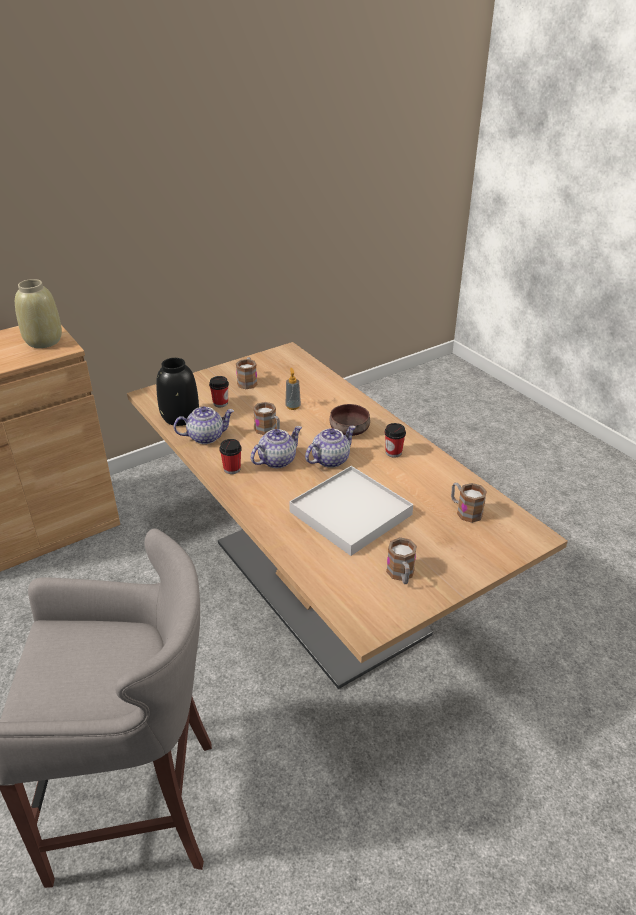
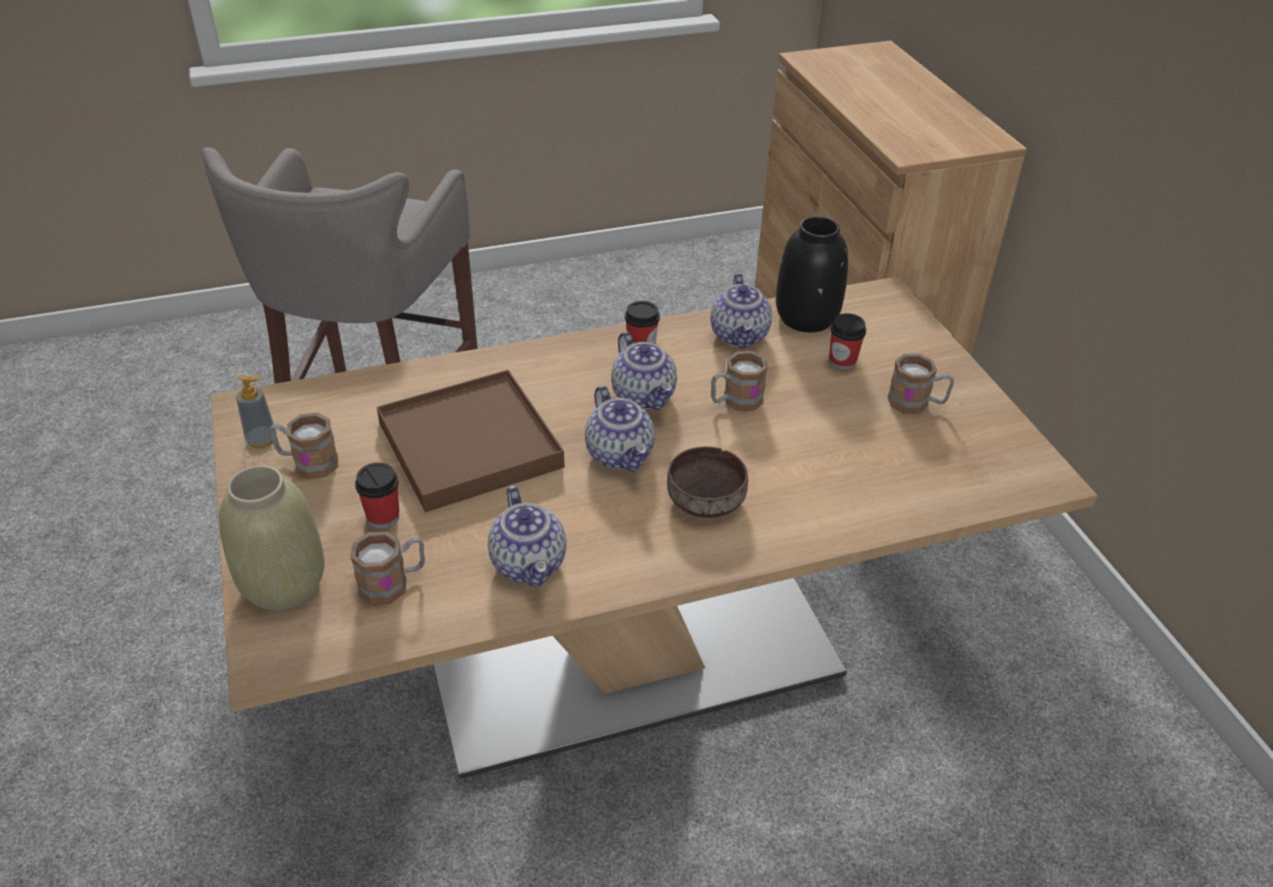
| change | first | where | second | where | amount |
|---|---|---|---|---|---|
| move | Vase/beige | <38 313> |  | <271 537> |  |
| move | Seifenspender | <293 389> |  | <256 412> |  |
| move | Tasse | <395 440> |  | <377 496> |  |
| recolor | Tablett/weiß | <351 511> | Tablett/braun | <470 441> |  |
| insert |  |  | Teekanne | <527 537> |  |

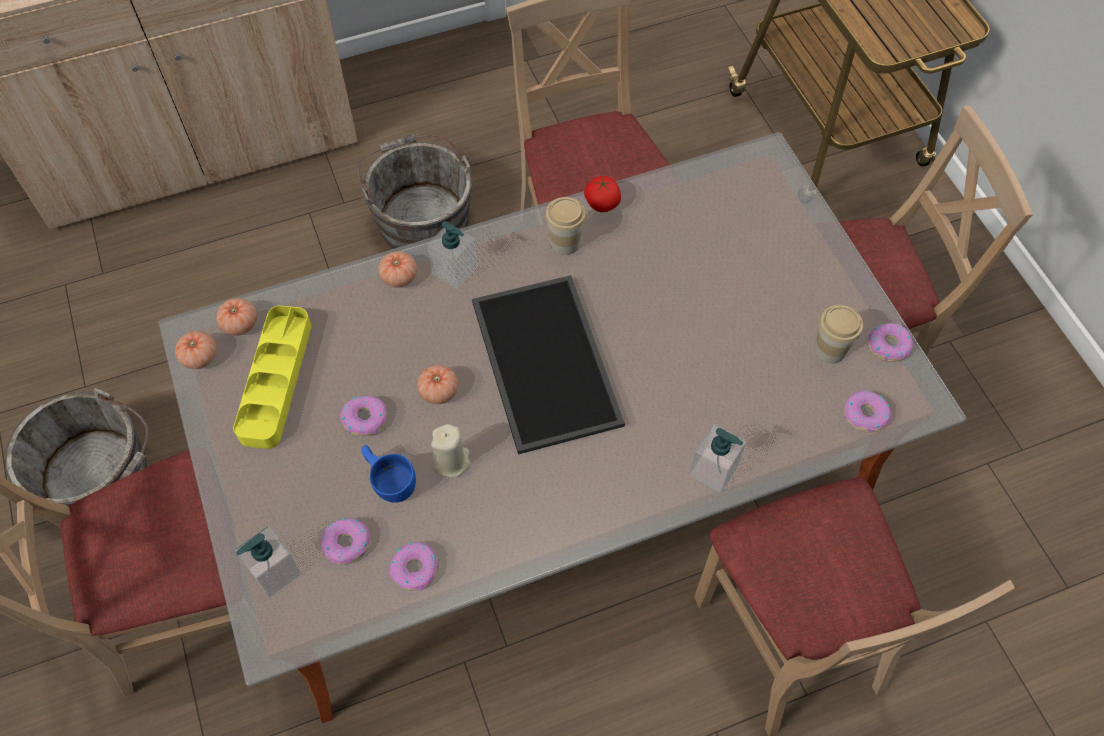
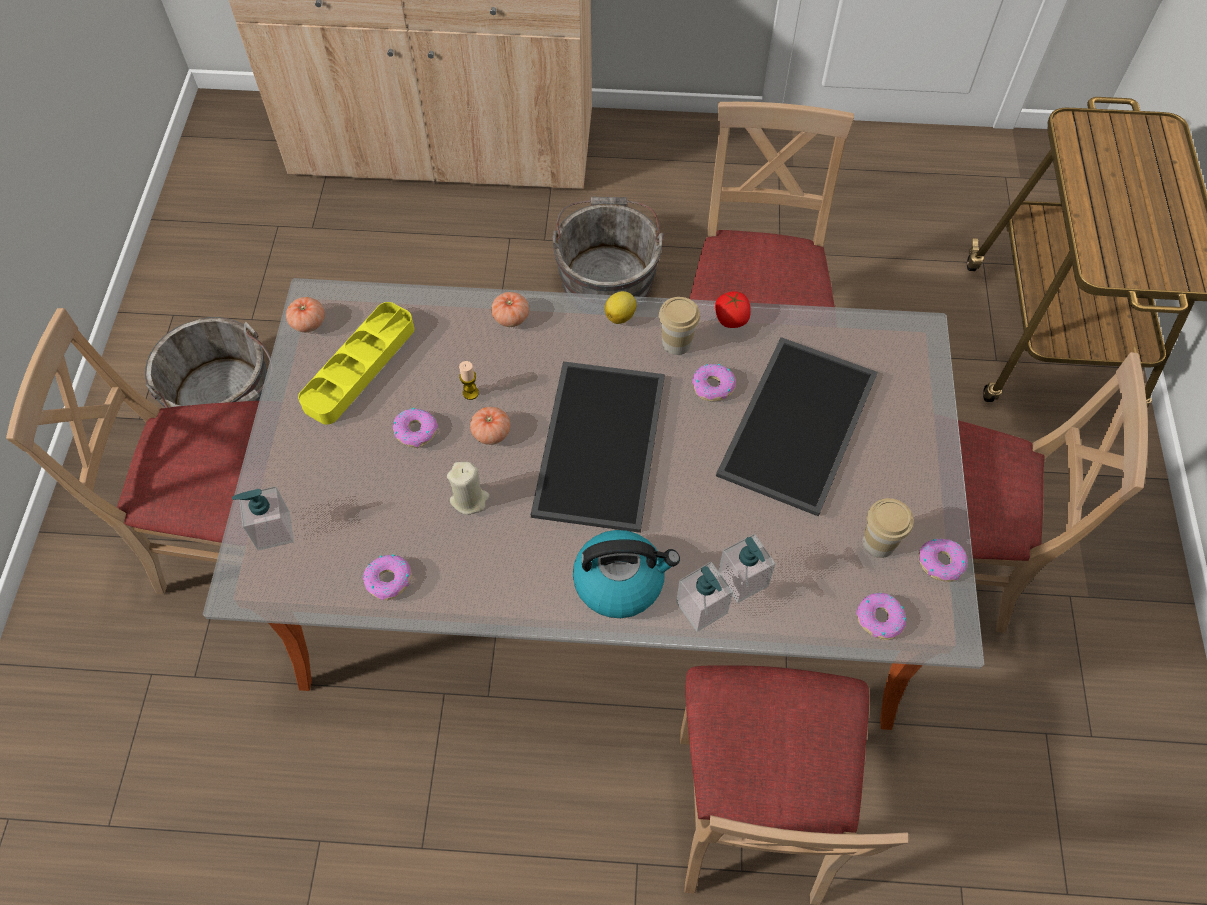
| change | first | where | second | where | amount |
|---|---|---|---|---|---|
| insert |  |  | Kerze | <469 380> |  |
| insert |  |  | Wasserkessel | <626 574> |  |
| insert |  |  | Zitrone | <621 307> |  |
| move | Donut | <346 541> |  | <714 382> |  |
| insert |  |  | Tablett | <797 427> |  |
| move | Seifenspender | <452 255> |  | <746 568> |  |
| delete | Tomate | <236 316> |  |  |  |
| delete | Tasse/blau | <388 474> |  |  |  |

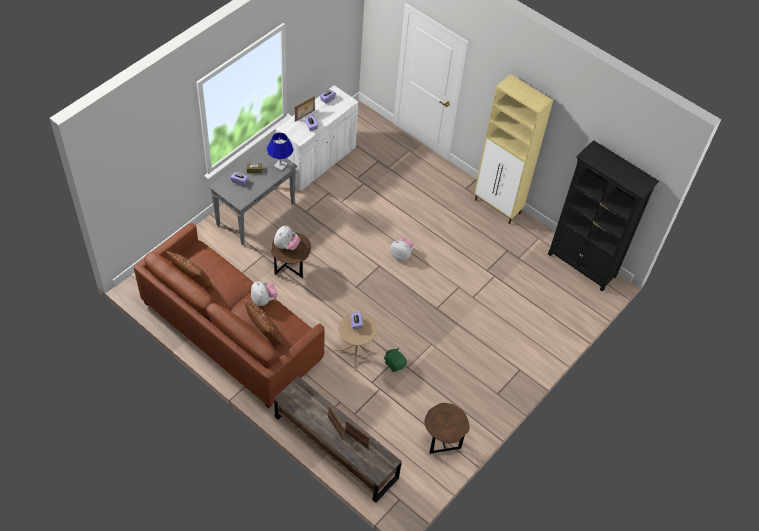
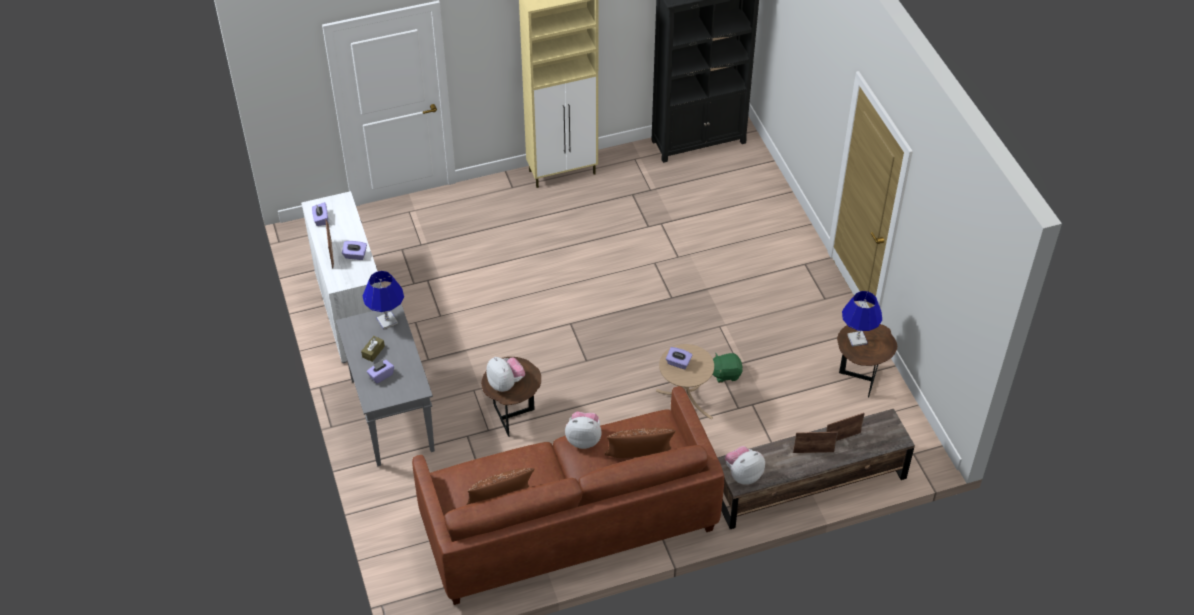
| change | first | where | second | where | amount |
|---|---|---|---|---|---|
| move | Plüschtier | <402 249> |  | <745 465> |  |
| insert |  |  | Tischlampe/blau | <862 319> |  |

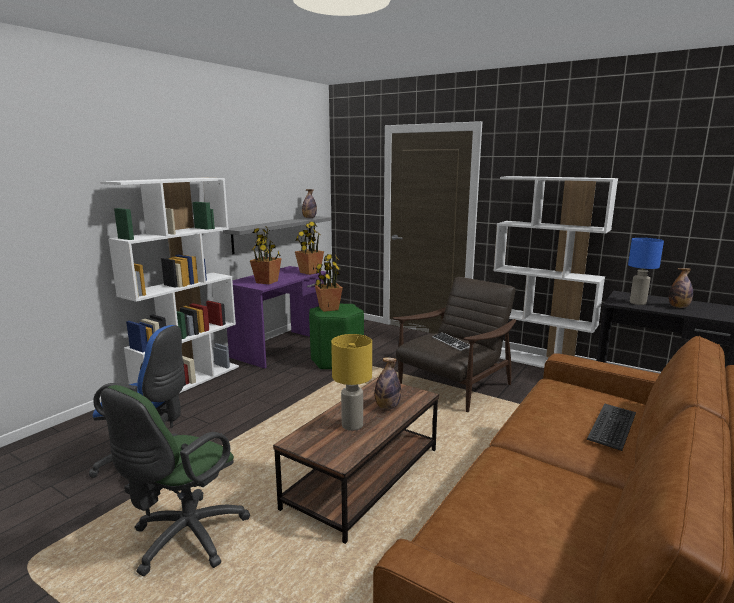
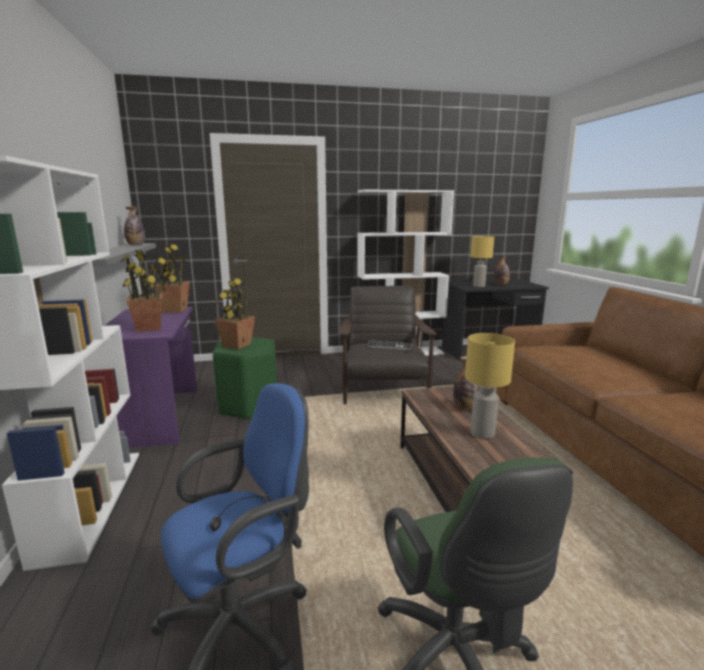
| change | first | where | second | where | amount |
|---|---|---|---|---|---|
| recolor | Tischlampe/blau | <646 271> | Tischlampe/gelb | <482 261> |  |
| delete | Tastatur | <611 427> |  |  |  |

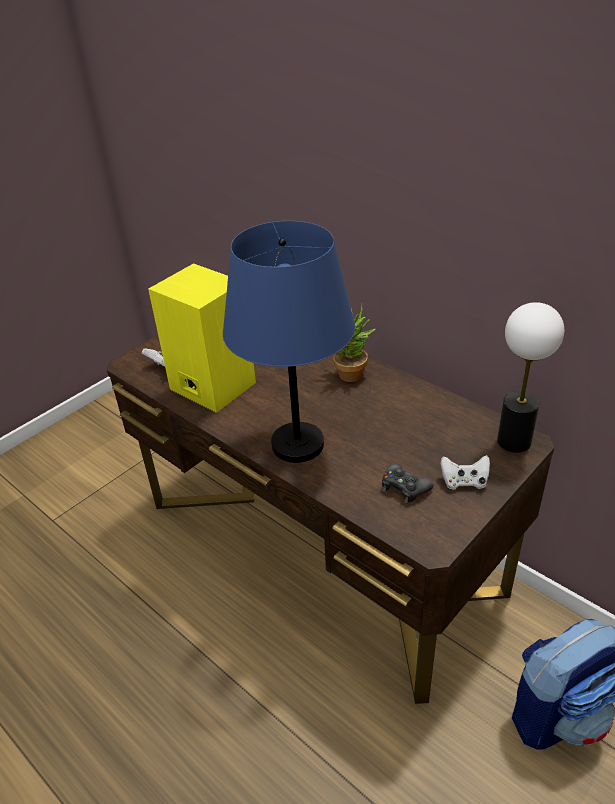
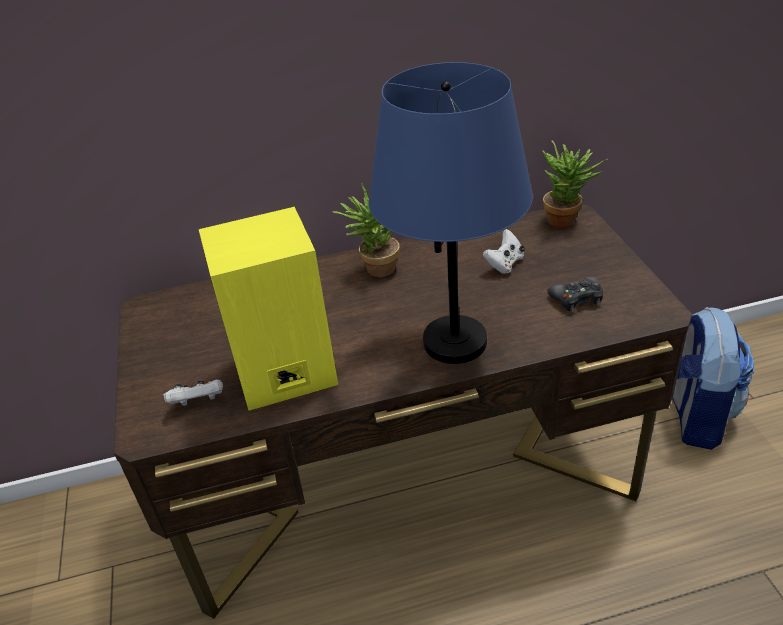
| change | first | where | second | where | amount |
|---|---|---|---|---|---|
| move | Gamepad/weiß | <465 472> |  | <504 251> |  |
| replace | Tischlampe | <530 377> | Topfpflanze | <575 184> |  |

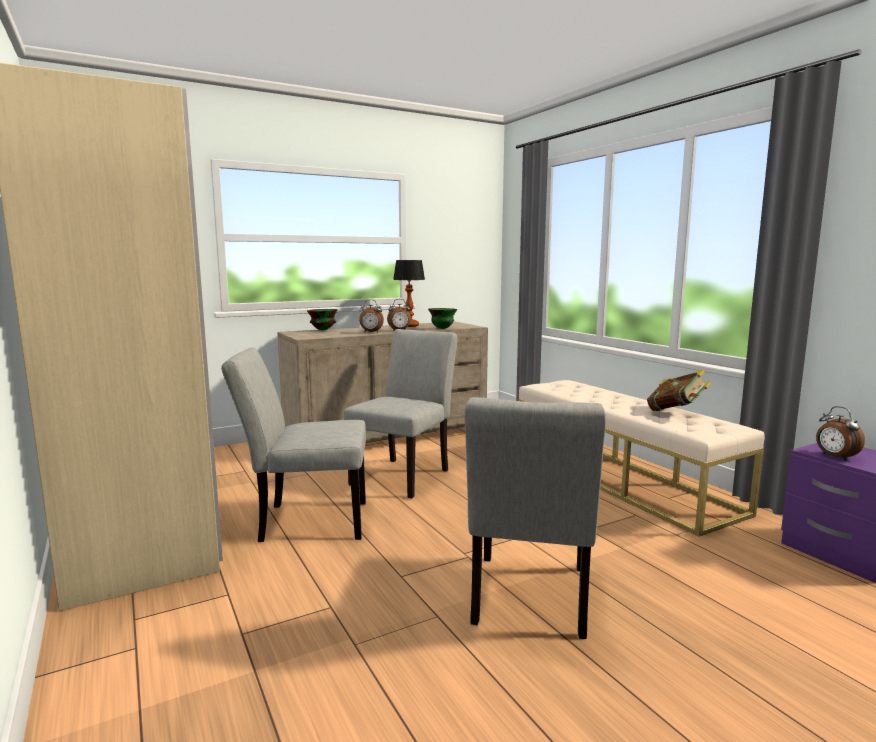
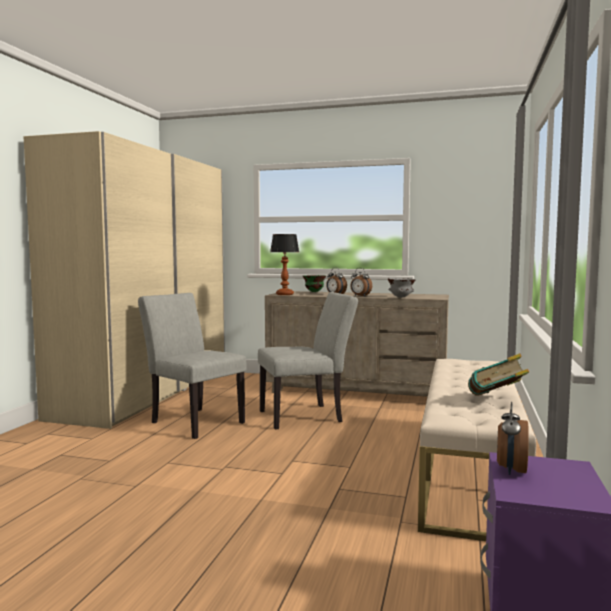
| change | first | where | second | where | amount |
|---|---|---|---|---|---|
| move | Tischlampe | <409 293> |  | <284 264> |  |
| recolor | Schüssel/grün | <442 318> | Schüssel/grau | <401 288> |  |
| delete | Stuhl/grau | <535 518> |  |  |  |

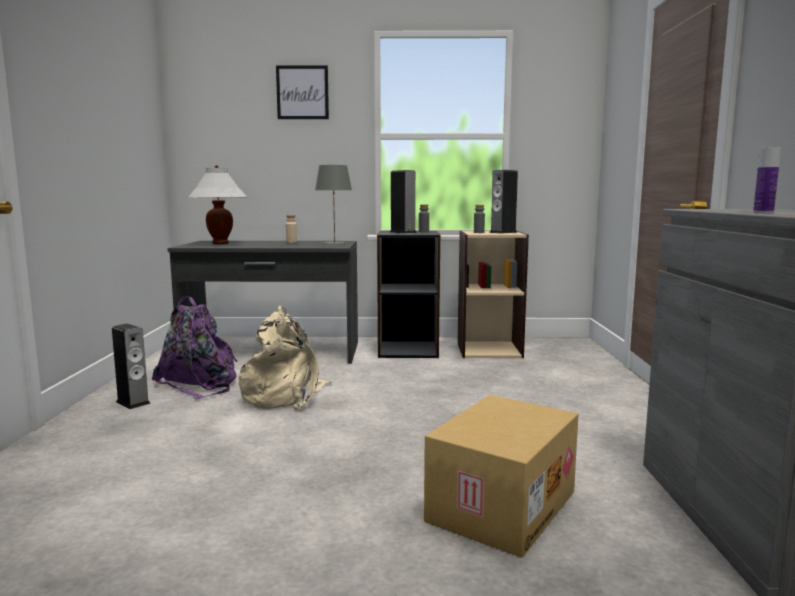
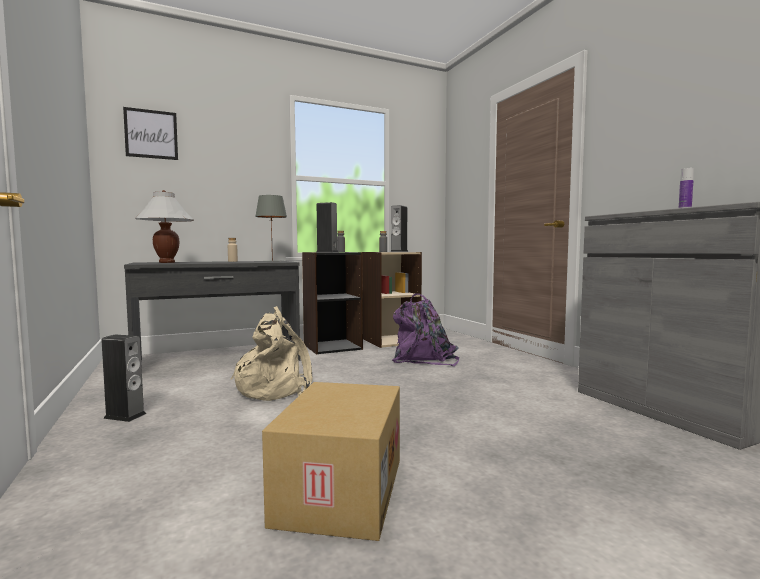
| change | first | where | second | where | amount |
|---|---|---|---|---|---|
| move | Bild | <302 92> |  | <150 133> |  |
| move | Karton | <501 476> |  | <331 461> |  |
| move | Rucksack/lila | <195 348> |  | <425 329> |  |

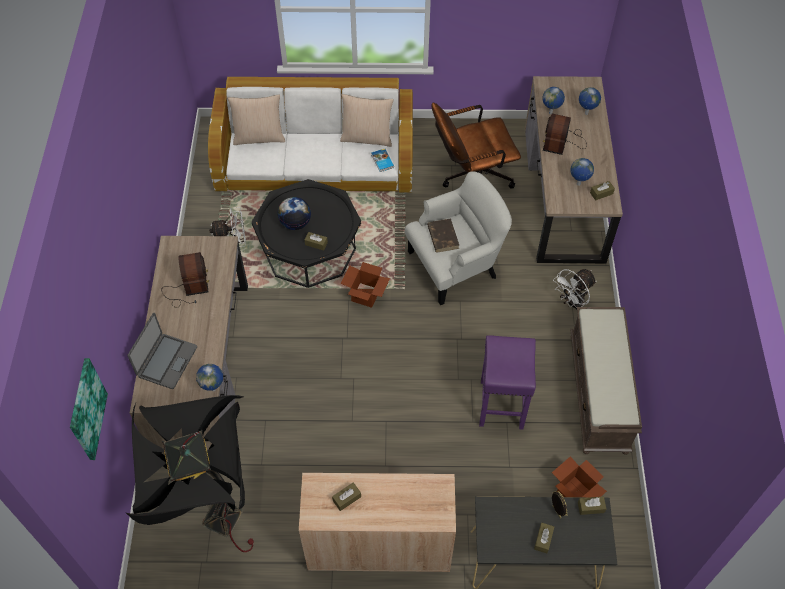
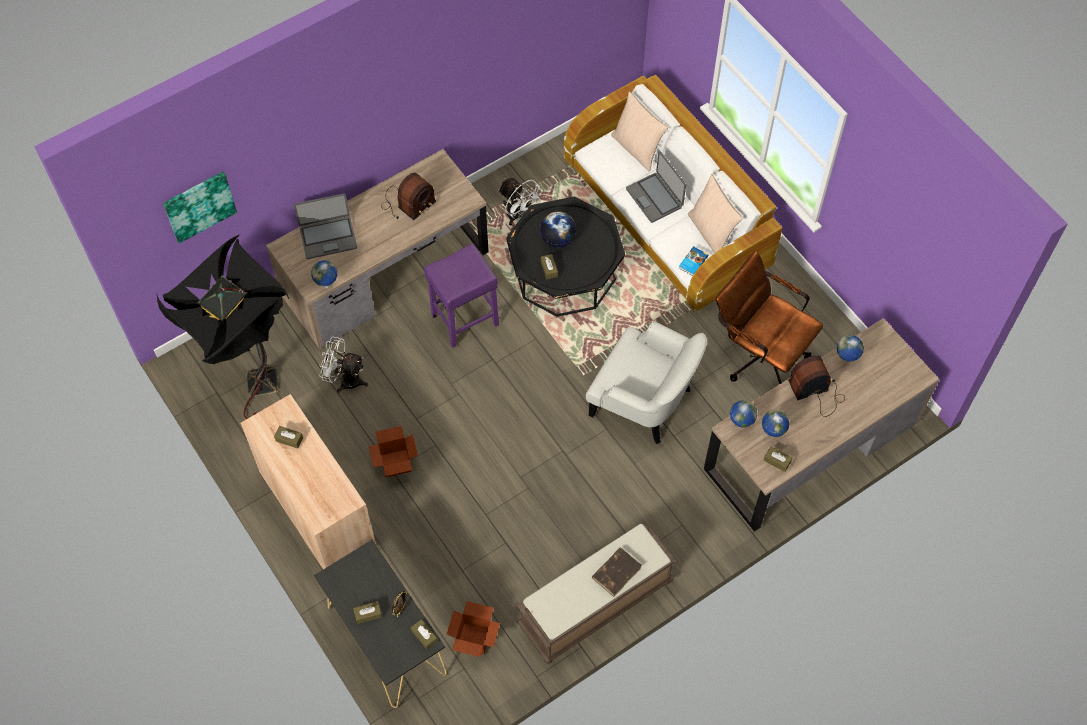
| change | first | where | second | where | amount |
|---|---|---|---|---|---|
| move | Ventilator/weiß | <575 289> |  | <343 364> |  |
| move | Karton | <365 285> |  | <393 451> |  |
| move | Hocker/lila | <507 382> |  | <461 296> |  |
| move | Buch/braun | <443 235> |  | <617 572> |  |
| insert |  |  | Laptop | <656 187> |  |
| move | Globus | <590 101> |  | <743 414> |  |

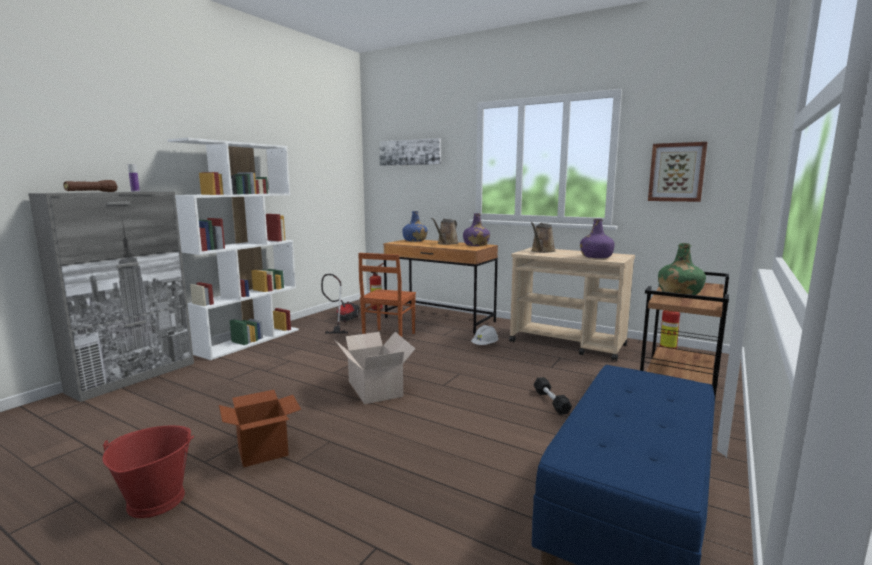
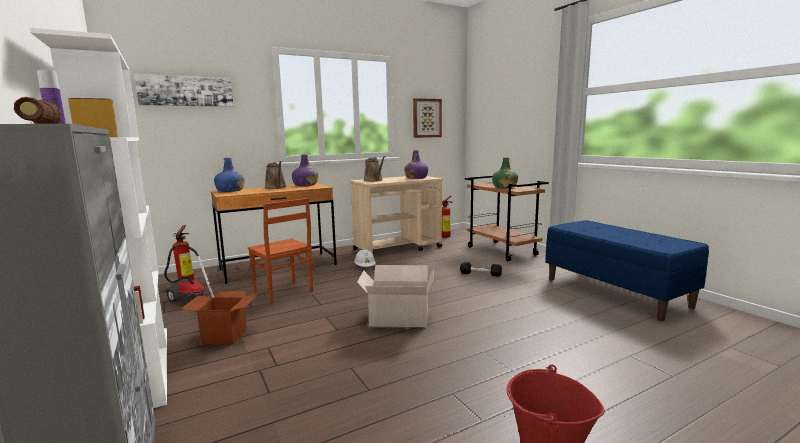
| change | first | where | second | where | amount |
|---|---|---|---|---|---|
| move | Karton | <260 428> |  | <219 318> |  |

